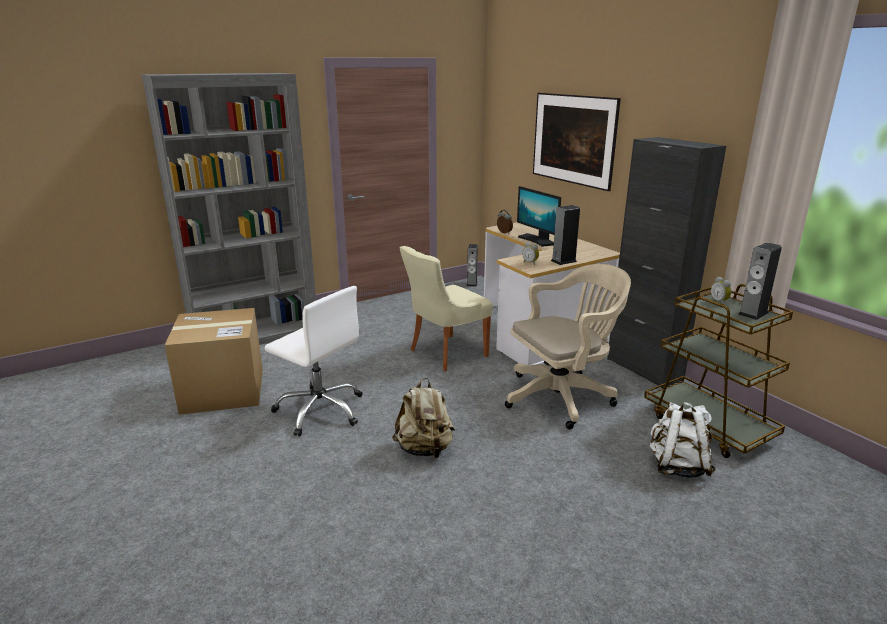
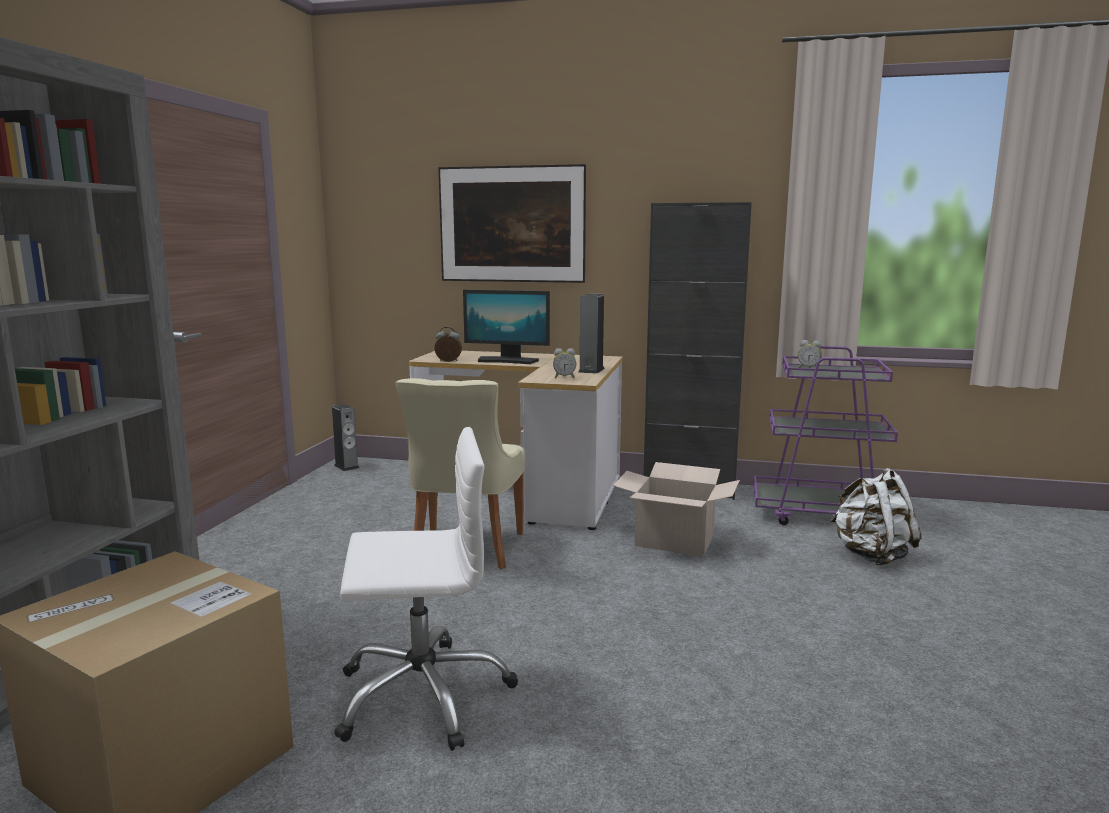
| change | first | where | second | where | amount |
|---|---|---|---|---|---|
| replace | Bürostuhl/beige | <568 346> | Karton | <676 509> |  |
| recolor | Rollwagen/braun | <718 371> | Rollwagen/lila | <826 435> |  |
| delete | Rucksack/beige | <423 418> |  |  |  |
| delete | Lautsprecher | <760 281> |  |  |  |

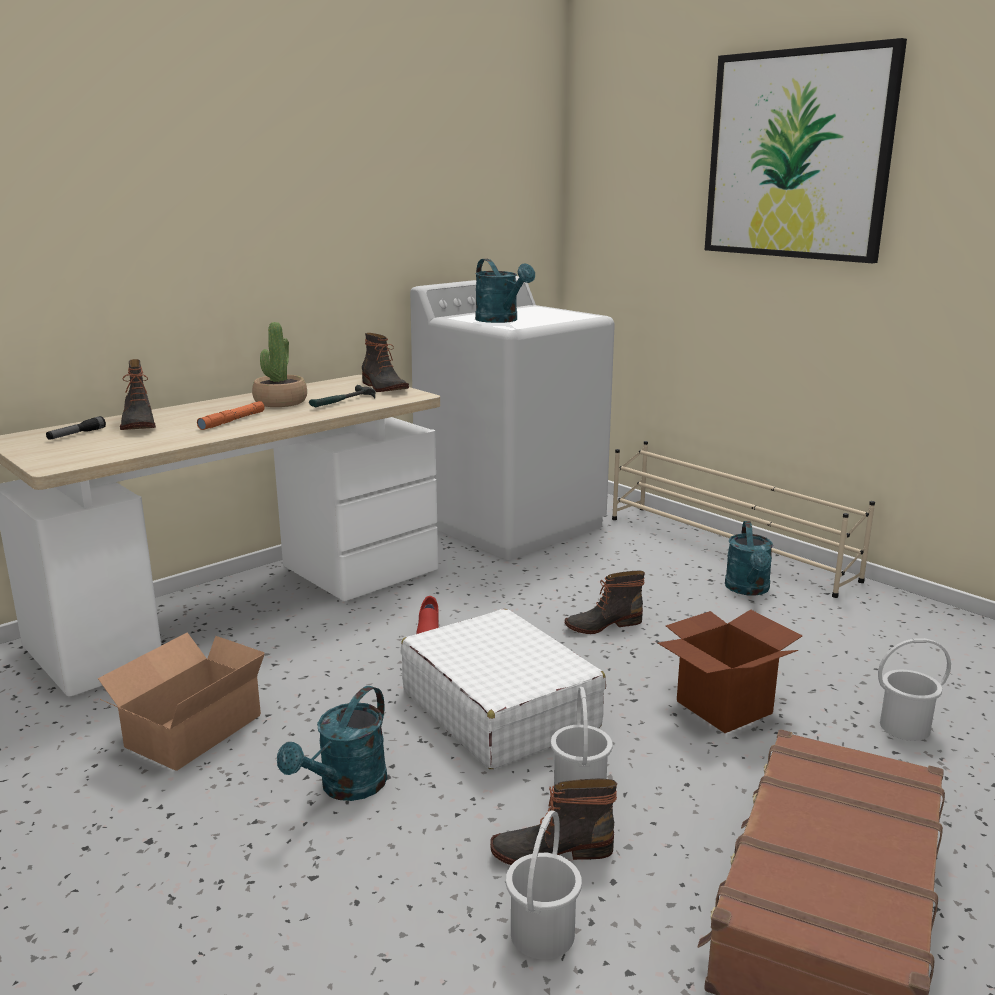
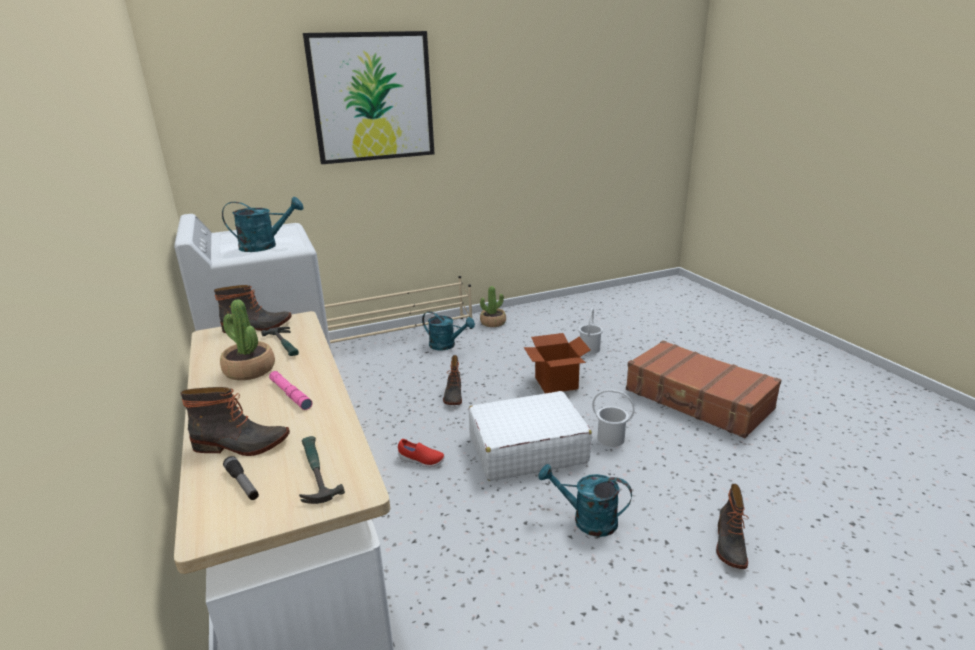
| change | first | where | second | where | amount |
|---|---|---|---|---|---|
| recolor | Taschenlampe/orange | <230 415> | Taschenlampe/rosa | <290 390> |  |
| insert |  |  | Hammer | <322 470> |  |
| insert |  |  | Topfpflanze | <493 306> |  |
| rotate | Gießkanne/türkis | <332 743> |  | <585 500> | 150 degrees clockwise |
| move | Stiefel | <553 821> |  | <732 526> |  |
| delete | Karton | <181 701> |  |  |  |
| delete | Eimer/weiß | <544 885> |  |  |  |

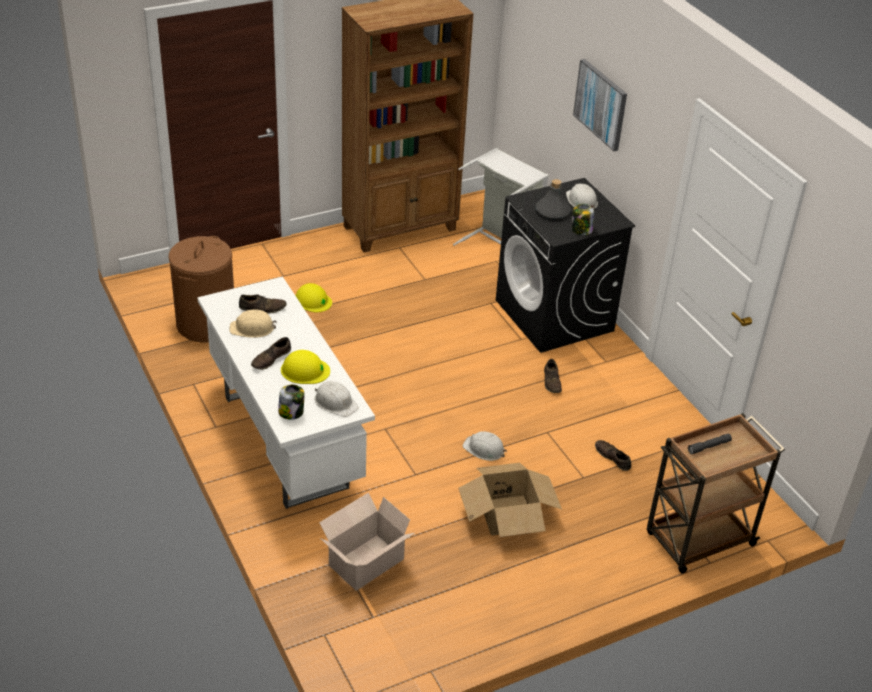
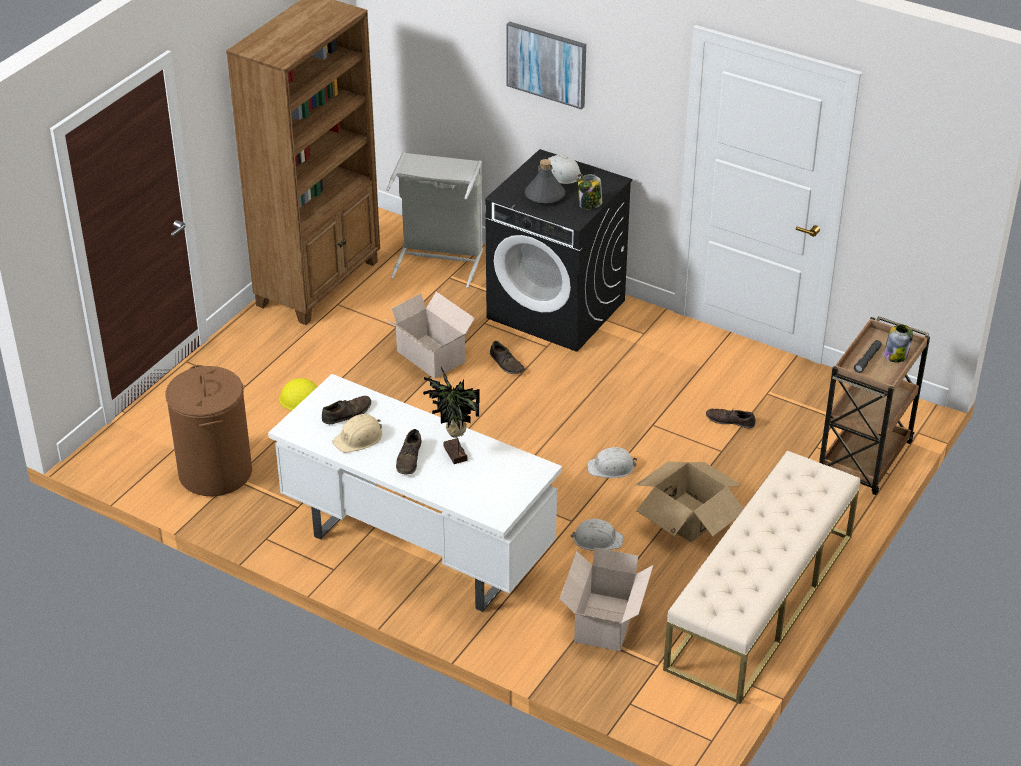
| change | first | where | second | where | amount |
|---|---|---|---|---|---|
| insert |  |  | Karton | <429 335> |  |
| replace | Schutzhelm/gelb | <305 367> | Topfpflanze | <451 415> |  |
| move | Schuh/braun | <553 376> |  | <507 357> |  |
| move | Schutzhelm/weiß | <336 399> |  | <596 535> |  |
| insert |  |  | Bank/beige | <761 577> |  |
| move | Vorratsglas | <291 402> |  | <898 343> |  |

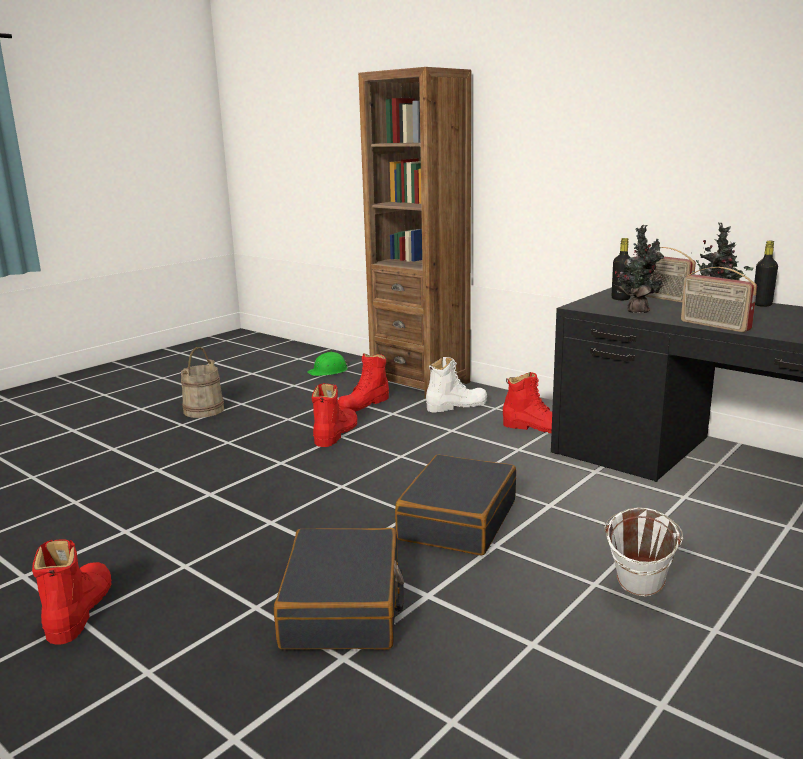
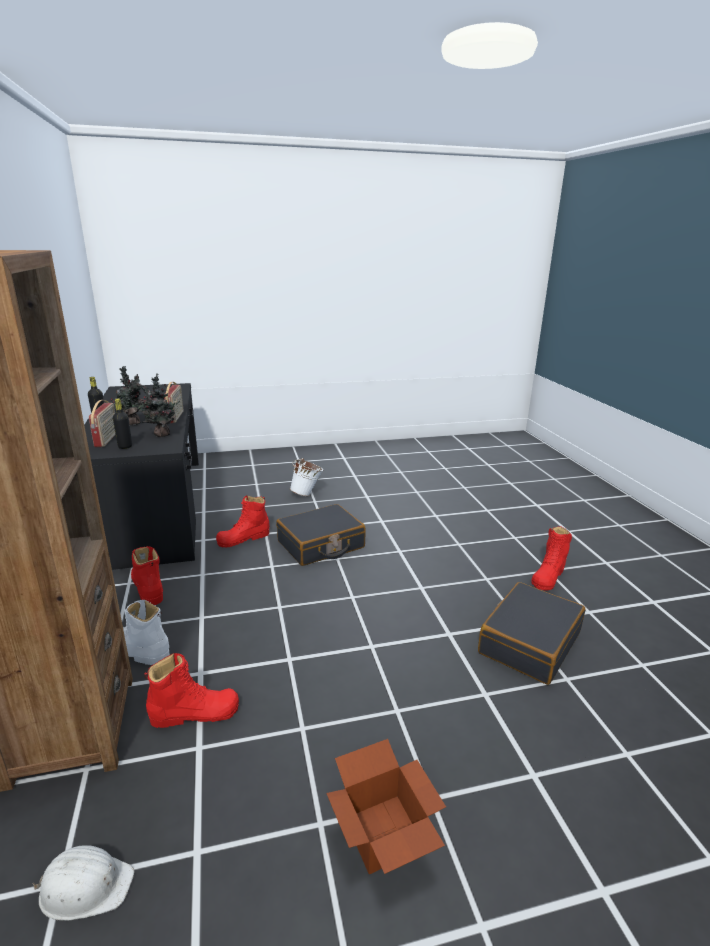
| change | first | where | second | where | amount |
|---|---|---|---|---|---|
| recolor | Schutzhelm/grün | <327 364> | Schutzhelm/weiß | <83 883> |  |
| move | Stiefel/rot | <334 415> |  | <243 521> |  |
| replace | Eimer/beige | <202 382> | Karton | <386 807> |  |
| move | Koffer/schwarz | <339 588> |  | <531 633> |  |

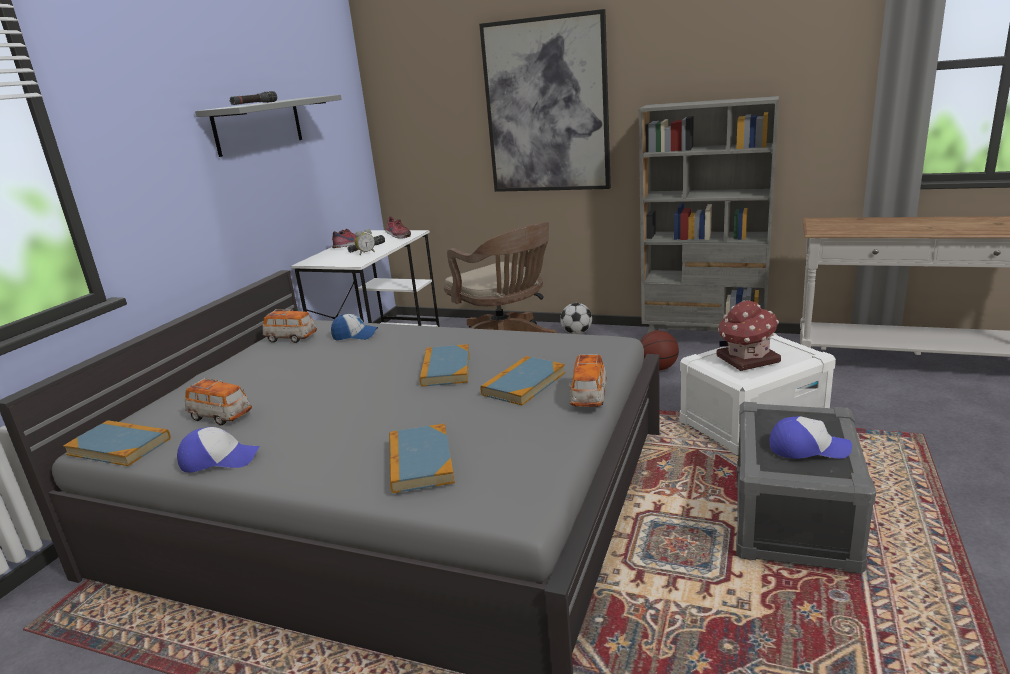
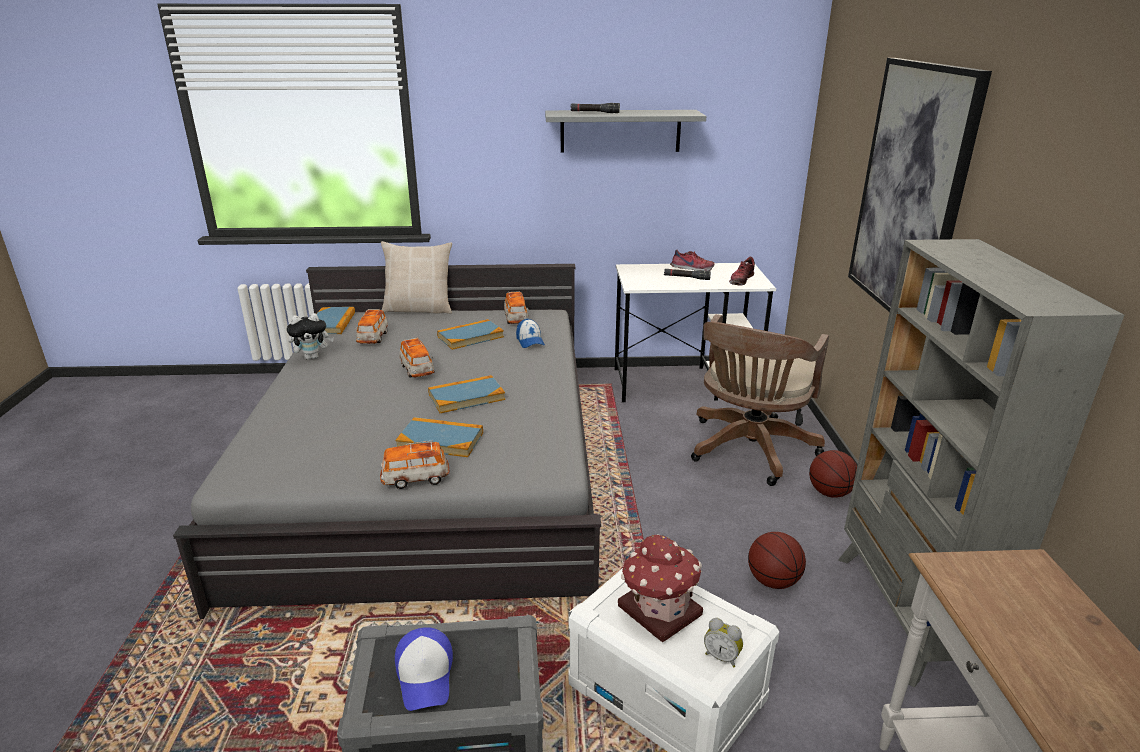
| change | first | where | second | where | amount |
|---|---|---|---|---|---|
| replace | Kappe | <218 450> | Plüschtier | <310 336> |  |
| insert |  |  | Kissen/beige | <416 277> |  |
| insert |  |  | Spielzeugauto | <416 358> |  |
| move | Buch | <422 458> |  | <470 334> |  |
| move | Wecker | <365 242> |  | <723 643> |  |
| replace | Fußball | <576 318> | Basketball | <833 474> |  |

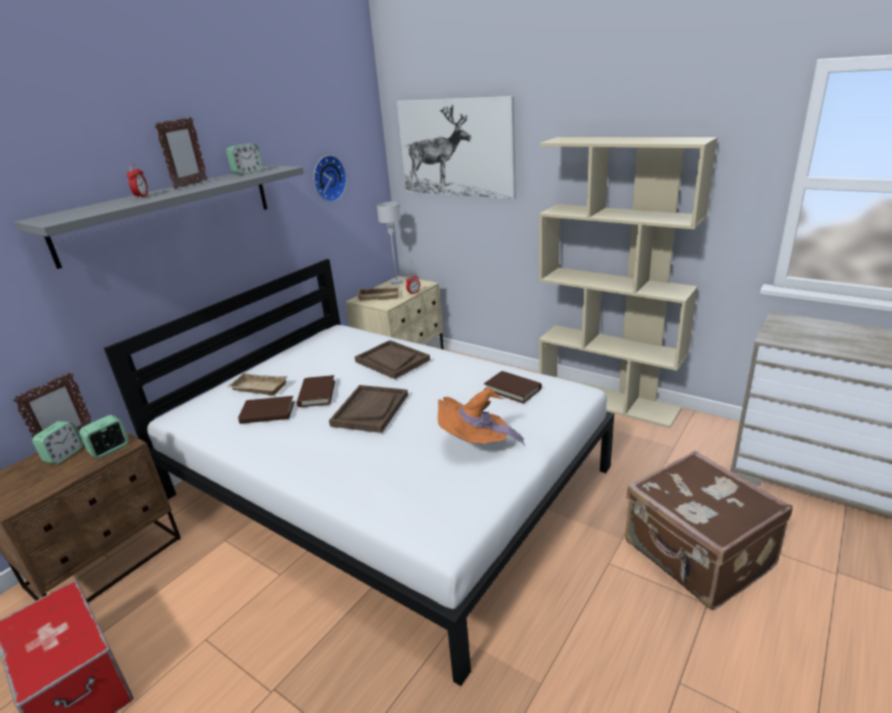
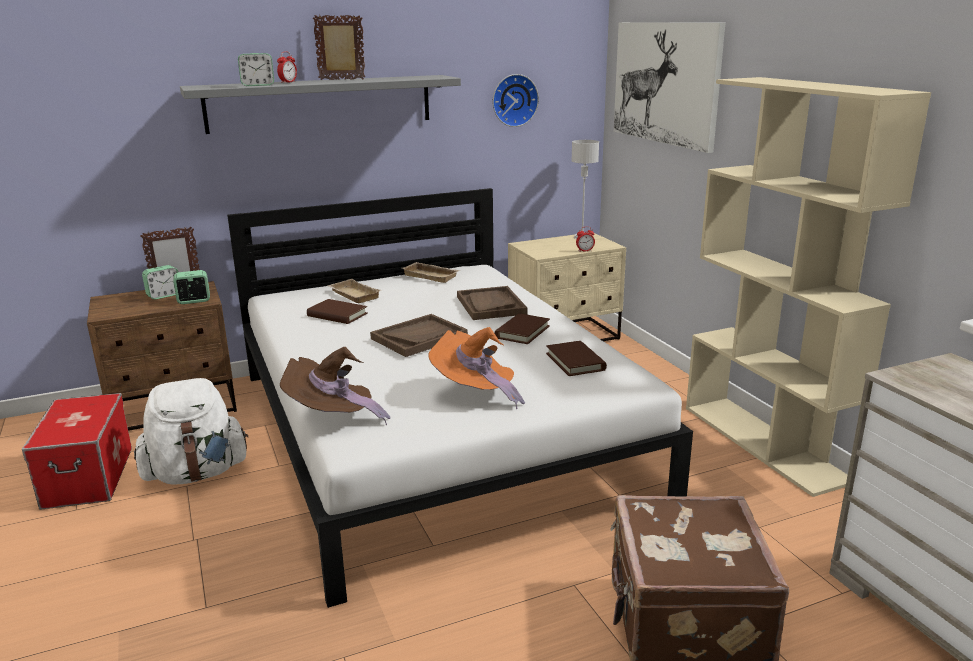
| change | first | where | second | where | amount |
|---|---|---|---|---|---|
| insert |  |  | Rucksack/weiß | <191 431> |  |
| move | Wecker | <244 159> |  | <256 69> |  |
| insert |  |  | Hut/braun | <335 386> |  |
| rotate | Bilderrahmen | <181 153> |  | <339 47> | 135 degrees counterclockwise |
| move | Tablett/beige | <378 294> |  | <431 272> |  |
| move | Buch/braun | <316 391> |  | <522 328> |  |

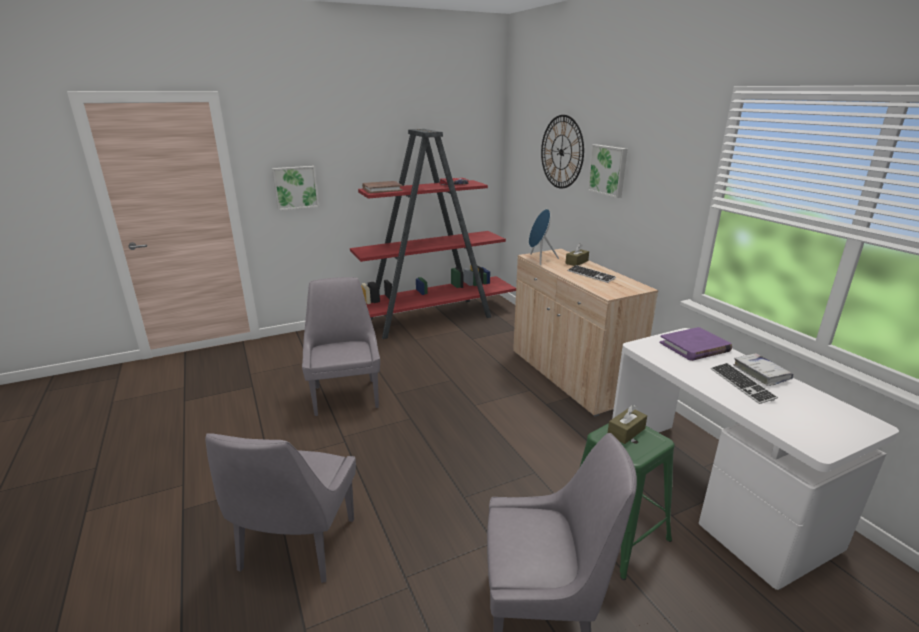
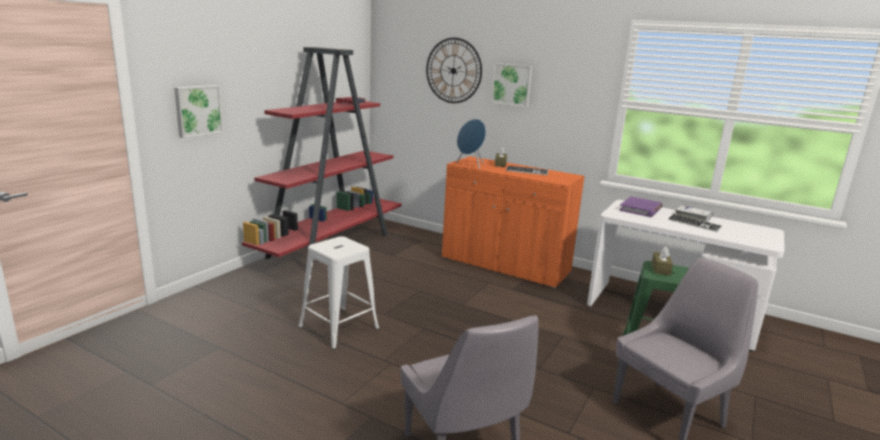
| change | first | where | second | where | amount |
|---|---|---|---|---|---|
| replace | Stuhl/grau | <341 346> | Hocker/weiß | <338 293> |  |
| recolor | Schrank/beige | <585 333> | Schrank/orange | <513 222> |  |
| delete | Buch/braun | <382 187> |  |  |  |

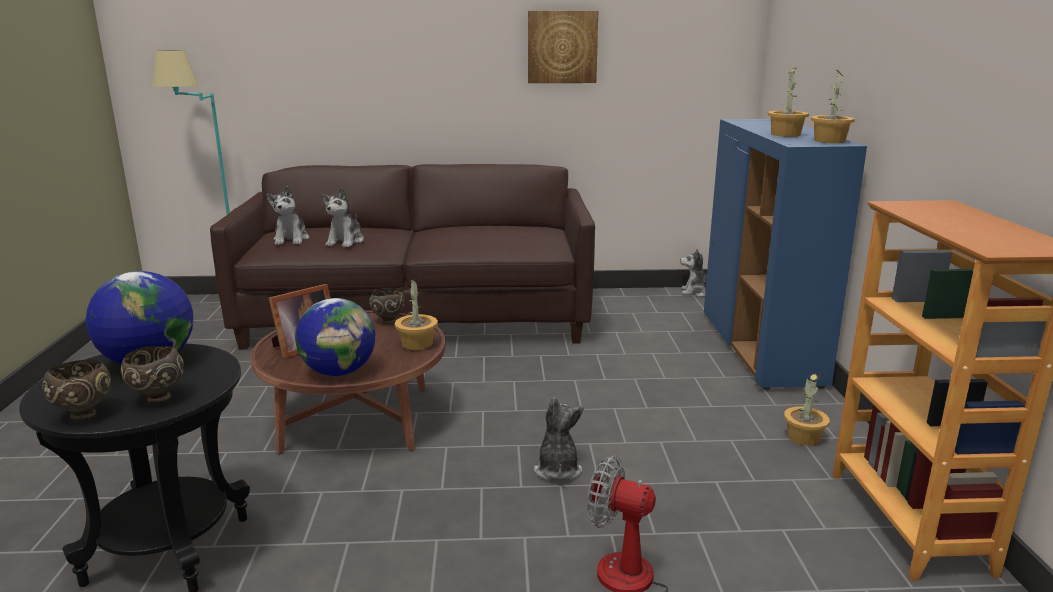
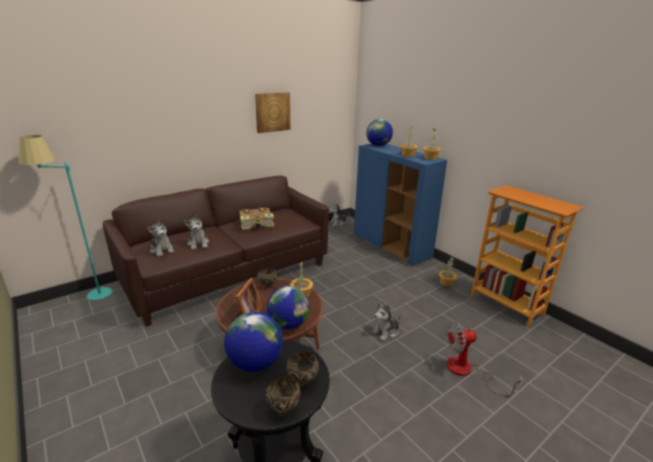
| change | first | where | second | where | amount |
|---|---|---|---|---|---|
| insert |  |  | Buch | <256 218> |  |
| insert |  |  | Globus | <379 132> |  |
| rotate | Plüschtier | <559 438> |  | <386 321> | 90 degrees counterclockwise |

